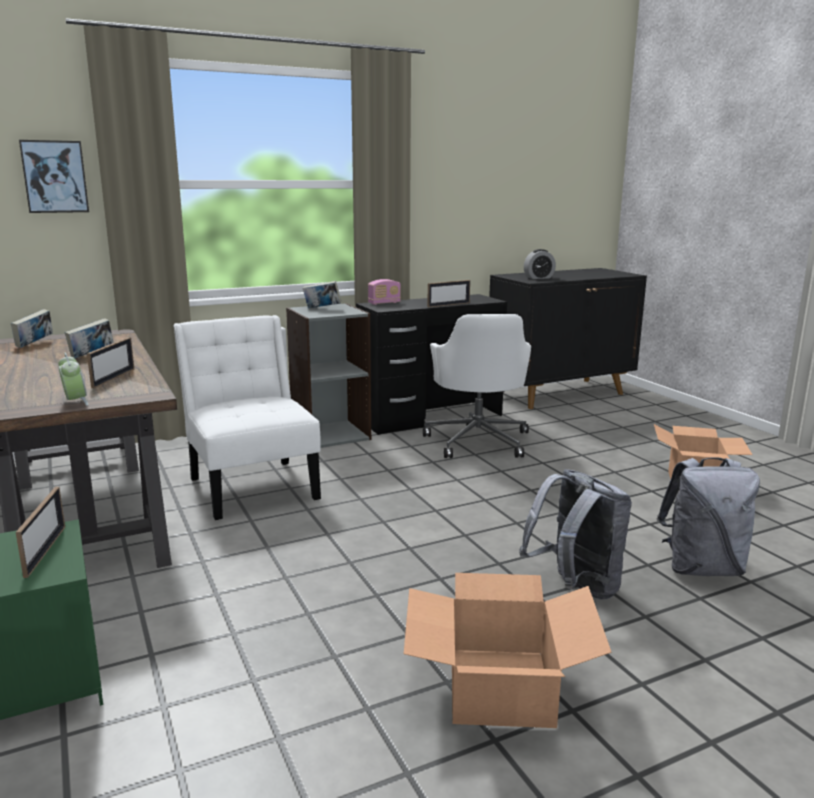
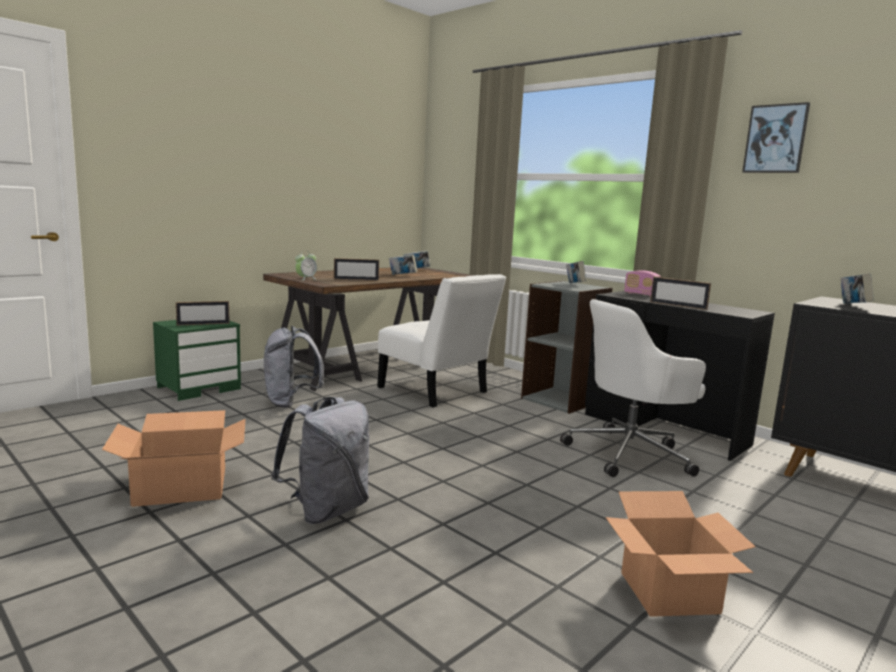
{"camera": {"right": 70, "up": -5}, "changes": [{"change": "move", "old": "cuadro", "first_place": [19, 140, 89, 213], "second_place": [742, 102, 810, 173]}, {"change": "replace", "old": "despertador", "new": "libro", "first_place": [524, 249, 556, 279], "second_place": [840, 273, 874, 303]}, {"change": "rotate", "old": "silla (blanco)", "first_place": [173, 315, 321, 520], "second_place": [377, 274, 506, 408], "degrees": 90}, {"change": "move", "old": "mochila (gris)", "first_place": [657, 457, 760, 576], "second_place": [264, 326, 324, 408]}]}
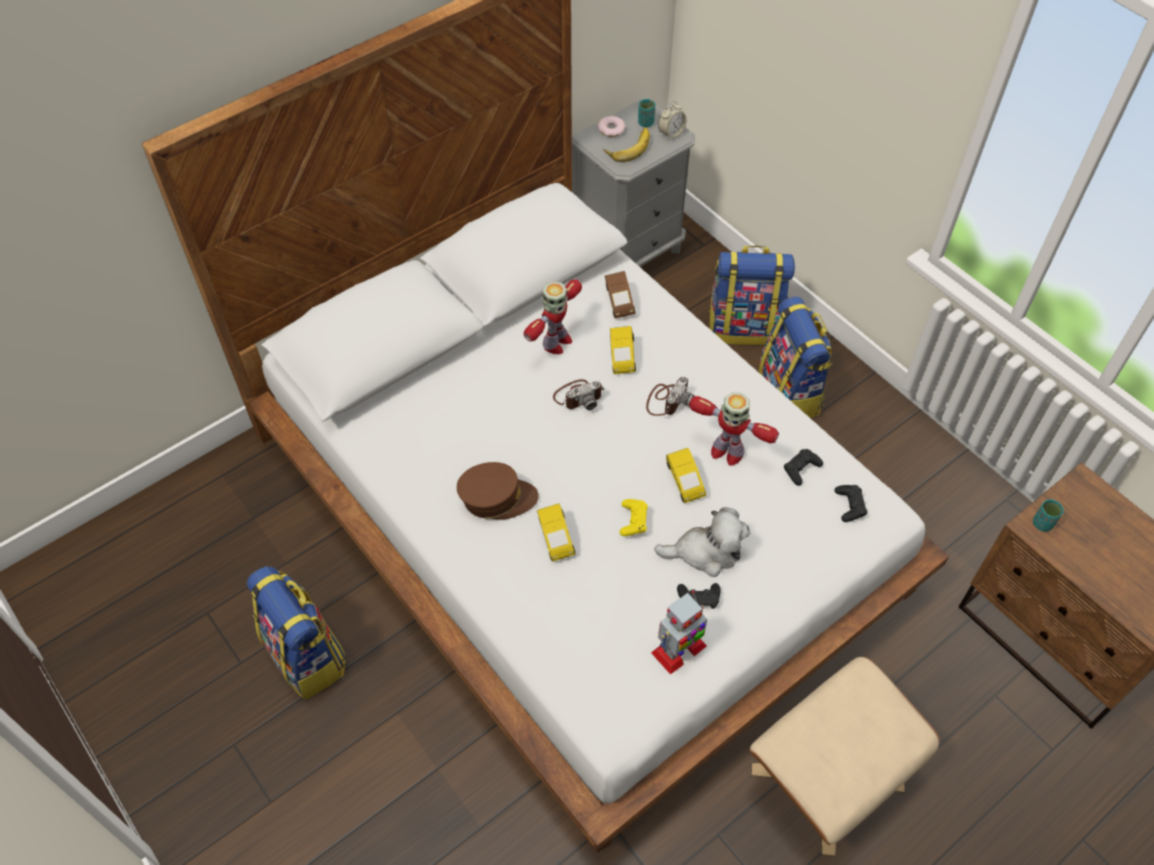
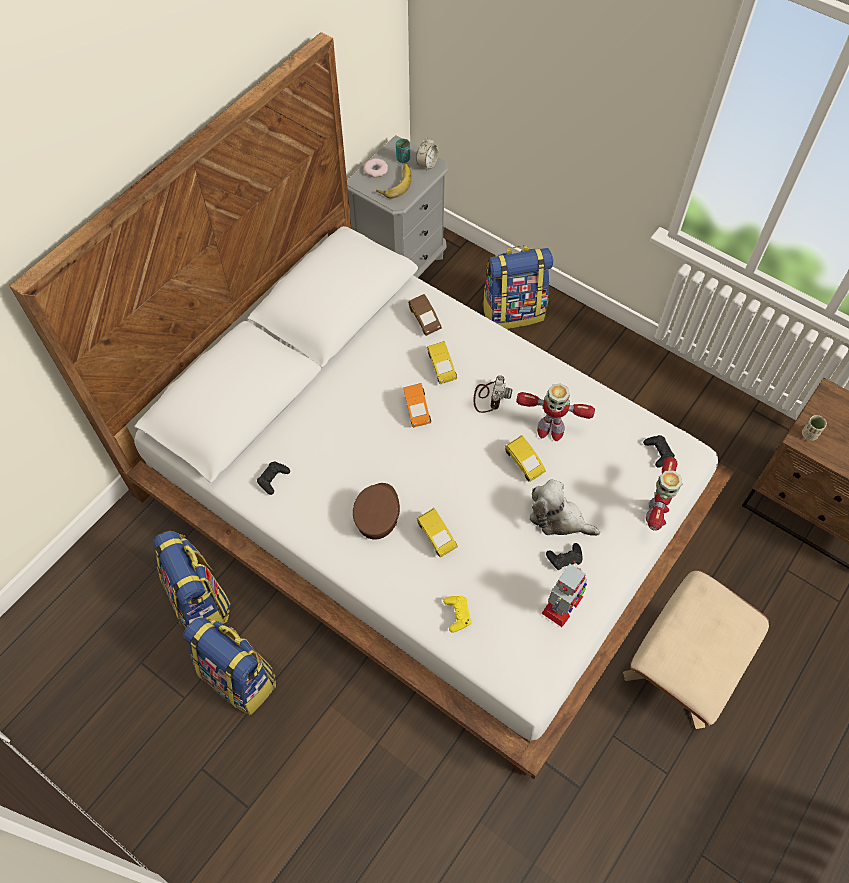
{"camera": {"right": -15, "up": 5}, "changes": [{"change": "move", "old": "robot de juguete", "first_place": [524, 280, 582, 354], "second_place": [646, 457, 682, 531]}, {"change": "move", "old": "mochila", "first_place": [759, 297, 833, 418], "second_place": [153, 531, 230, 628]}, {"change": "replace", "old": "cámara", "new": "coche de juguete (naranja)", "first_place": [553, 379, 604, 410], "second_place": [404, 383, 431, 428]}, {"change": "move", "old": "mando de consola (negro)", "first_place": [784, 449, 823, 486], "second_place": [257, 461, 290, 495]}, {"change": "rotate", "old": "gorra (marrón)", "first_place": [457, 462, 539, 520], "second_place": [353, 483, 400, 539], "degrees": -60}, {"change": "move", "old": "mando de consola (amarillo)", "first_place": [620, 499, 648, 536], "second_place": [443, 596, 472, 632]}, {"change": "recolor", "old": "taza (turquesa)", "new": "taza (beis)", "first_place": [1033, 499, 1064, 532], "second_place": [802, 415, 827, 441]}, {"change": "rotate", "old": "peluche", "first_place": [654, 507, 750, 577], "second_place": [530, 479, 600, 536], "degrees": -135}]}
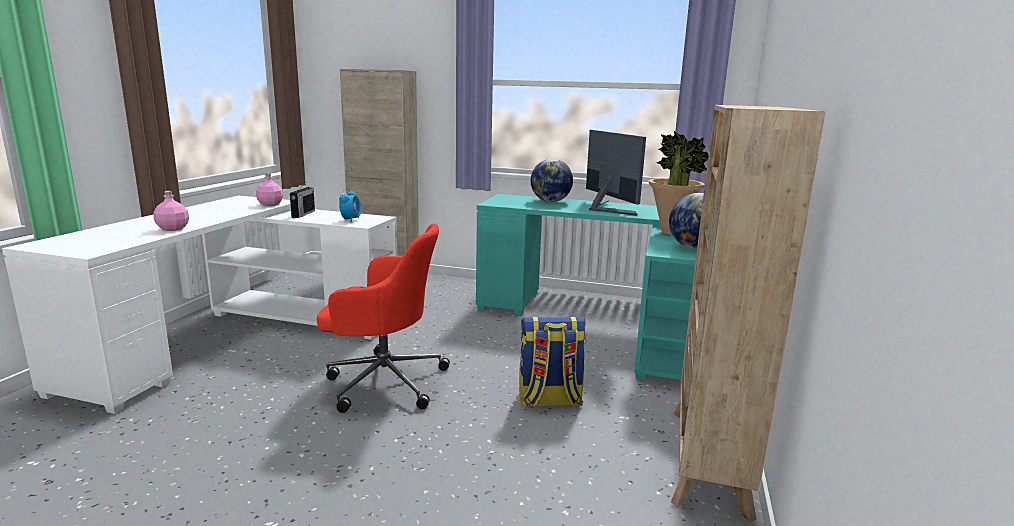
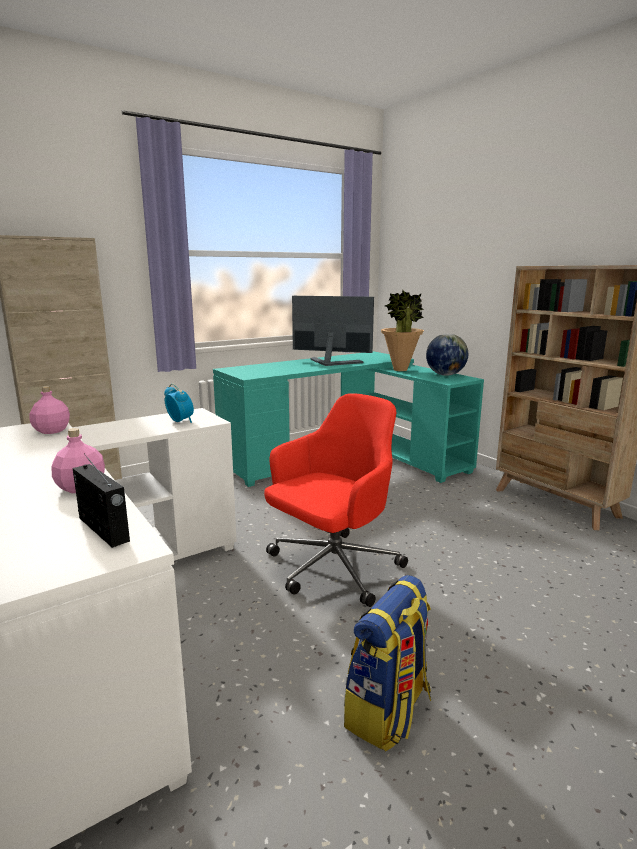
{"camera": {"right": -50, "up": 0}, "changes": [{"change": "delete", "old": "globo terráqueo", "first_place": [531, 159, 573, 202]}, {"change": "move", "old": "radio", "first_place": [290, 181, 315, 218], "second_place": [73, 454, 130, 548]}, {"change": "move", "old": "mochila", "first_place": [519, 317, 587, 407], "second_place": [344, 575, 431, 752]}]}
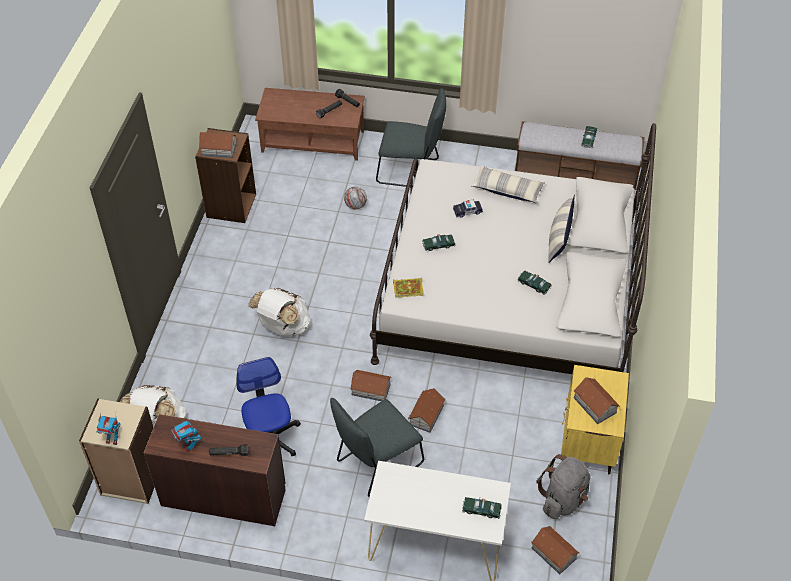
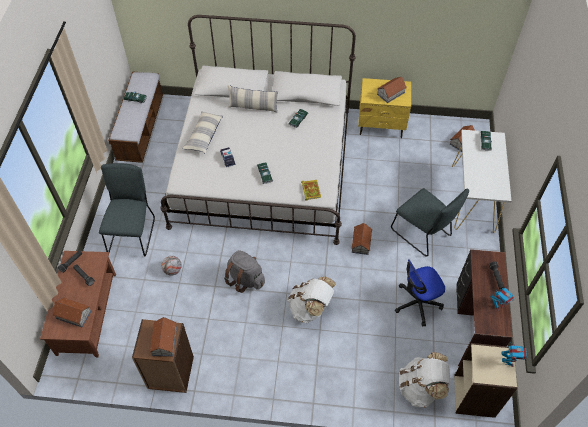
{"camera": {"right": -95, "up": 5}, "changes": [{"change": "move", "old": "casita", "first_place": [408, 388, 446, 433], "second_place": [52, 298, 91, 328]}, {"change": "move", "old": "mochila (gris)", "first_place": [536, 454, 591, 519], "second_place": [224, 250, 265, 293]}]}
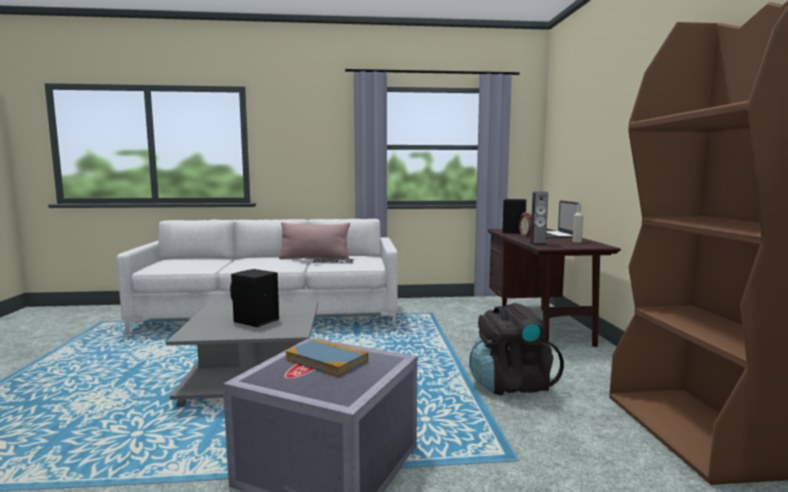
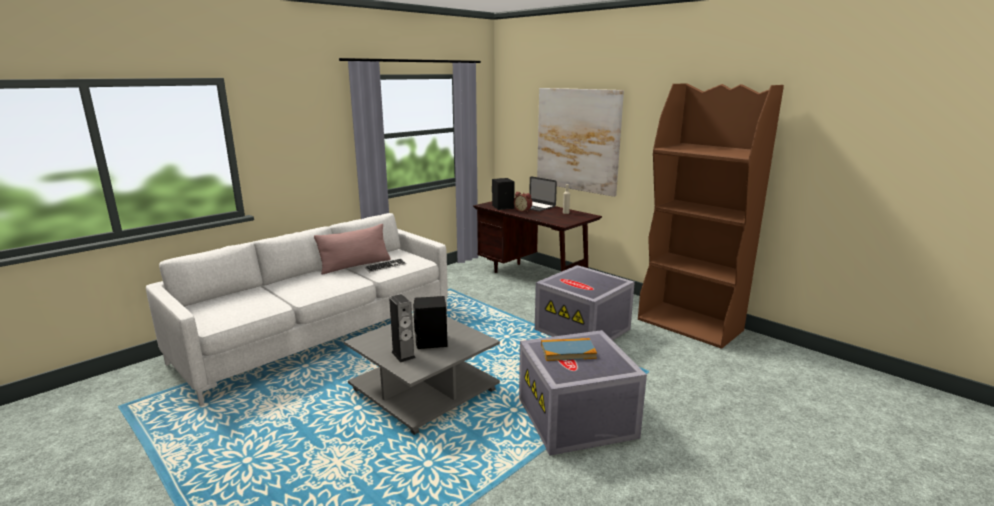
{"camera": {"right": -40, "up": 10}, "changes": [{"change": "move", "old": "altavoz", "first_place": [529, 191, 548, 246], "second_place": [389, 294, 416, 362]}, {"change": "replace", "old": "mochila (negro)", "new": "caja de almacenaje (gris)", "first_place": [469, 303, 564, 395], "second_place": [535, 265, 635, 340]}, {"change": "insert", "new": "cuadro", "second_place": [537, 88, 624, 197]}]}
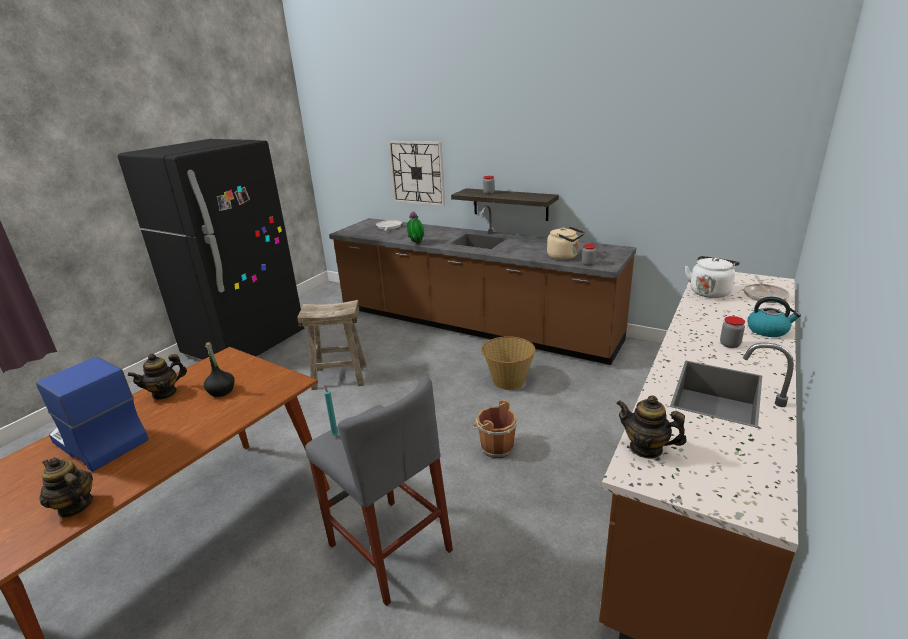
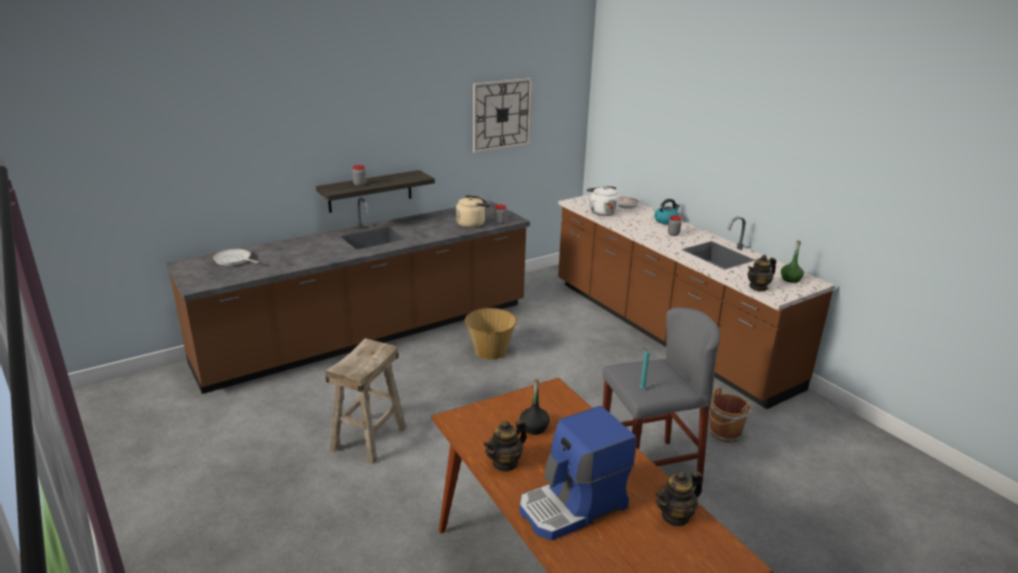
{"camera": {"right": -65, "up": 0}, "changes": [{"change": "delete", "old": "nevera (negro)", "first_place": [118, 139, 304, 361]}, {"change": "move", "old": "reloj de pared", "first_place": [388, 141, 445, 206], "second_place": [473, 78, 532, 153]}, {"change": "delete", "old": "planta en maceta", "first_place": [407, 211, 424, 243]}, {"change": "rotate", "old": "tetera", "first_place": [128, 354, 187, 400], "second_place": [483, 420, 527, 472], "degrees": 60}, {"change": "move", "old": "cubo (marrón)", "first_place": [472, 400, 517, 458], "second_place": [709, 387, 750, 442]}, {"change": "insert", "new": "botella (verde)", "second_place": [781, 240, 804, 283]}]}
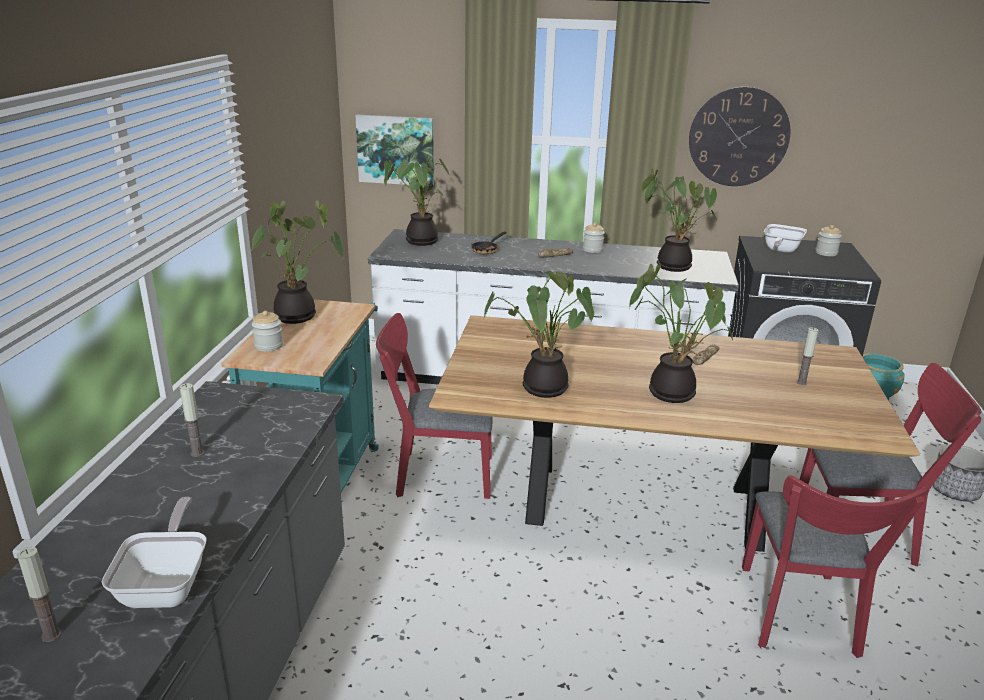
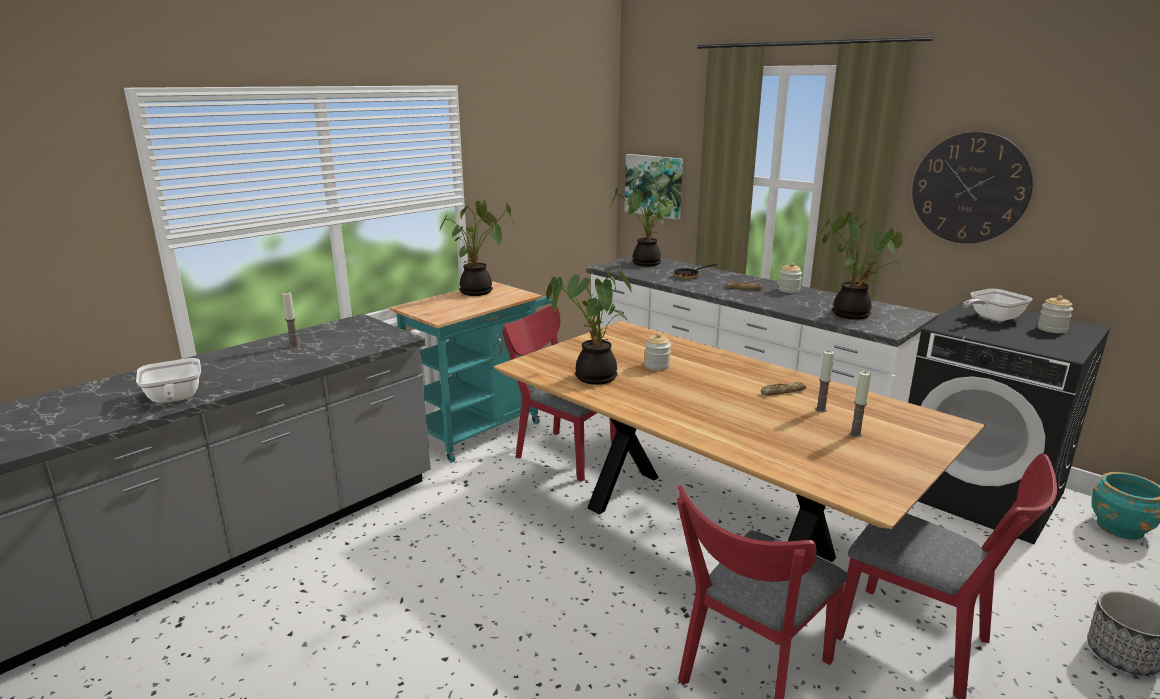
{"camera": {"right": 35, "up": -5}, "changes": [{"change": "delete", "old": "planta en maceta", "first_place": [630, 264, 733, 403]}, {"change": "move", "old": "tarro", "first_place": [252, 311, 283, 352], "second_place": [644, 333, 671, 370]}, {"change": "rotate", "old": "sartén", "first_place": [102, 497, 207, 608], "second_place": [136, 358, 201, 403], "degrees": 120}, {"change": "move", "old": "vela", "first_place": [17, 547, 62, 642], "second_place": [815, 350, 834, 412]}]}
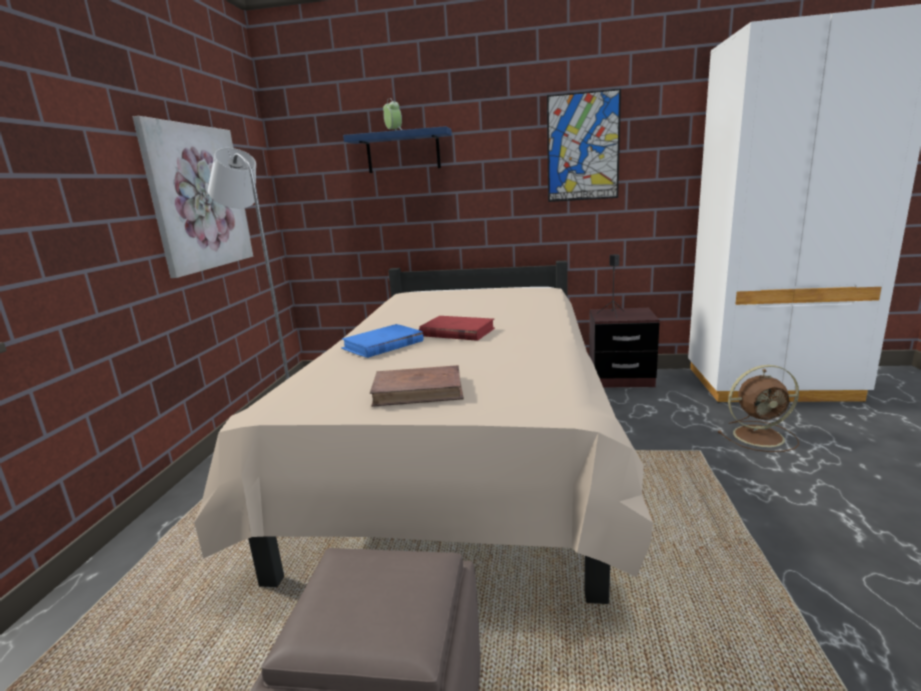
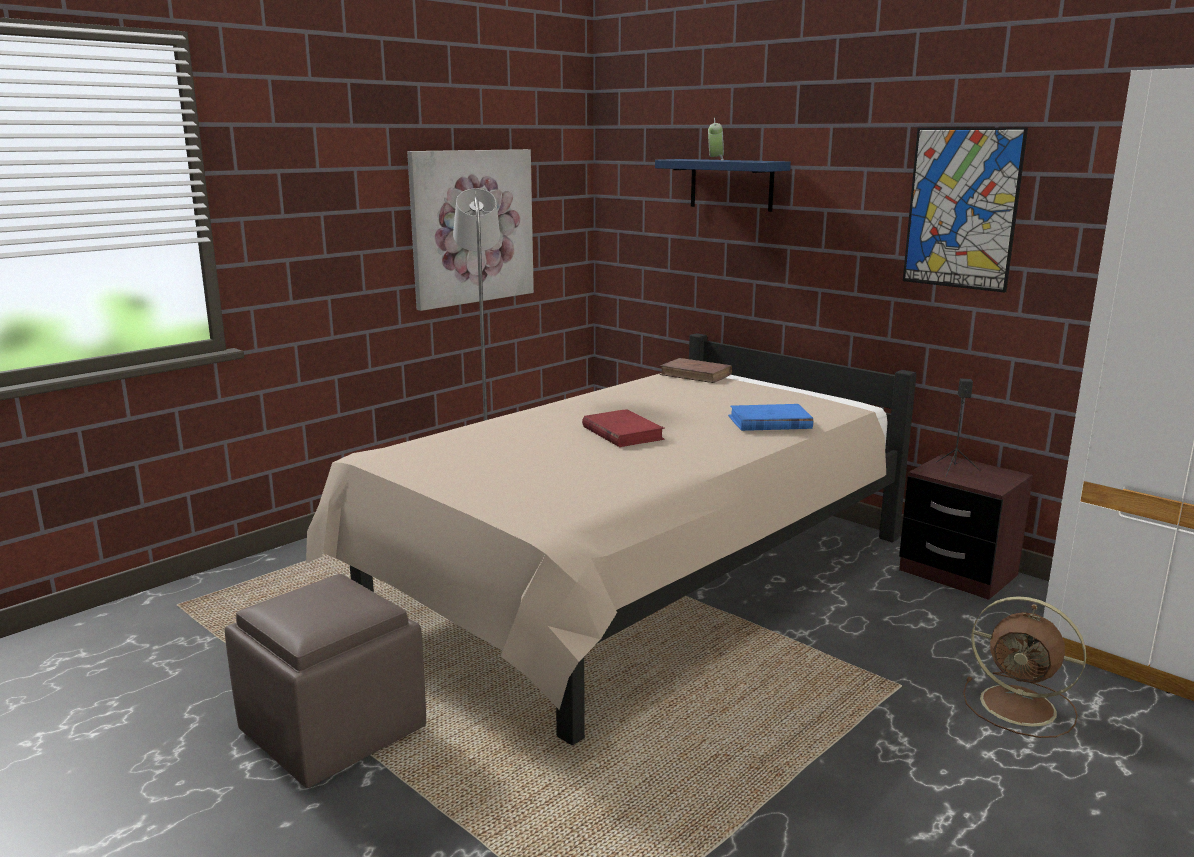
{"camera": {"right": 35, "up": 0}, "changes": [{"change": "move", "old": "libro (azul)", "first_place": [341, 324, 423, 358], "second_place": [728, 404, 813, 431]}, {"change": "move", "old": "libro (marrón)", "first_place": [370, 365, 464, 407], "second_place": [660, 358, 732, 383]}]}
